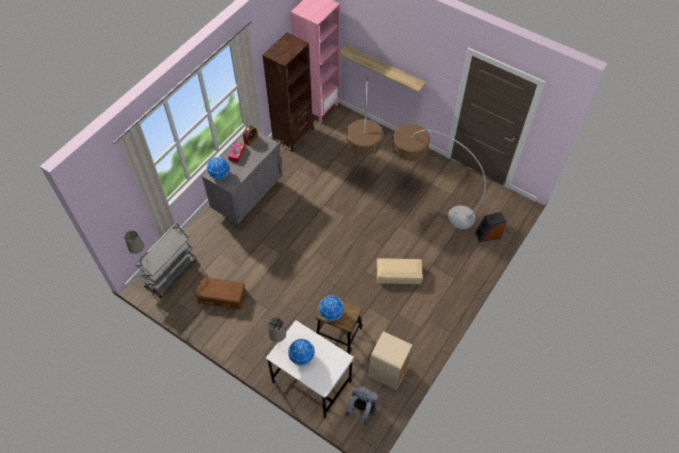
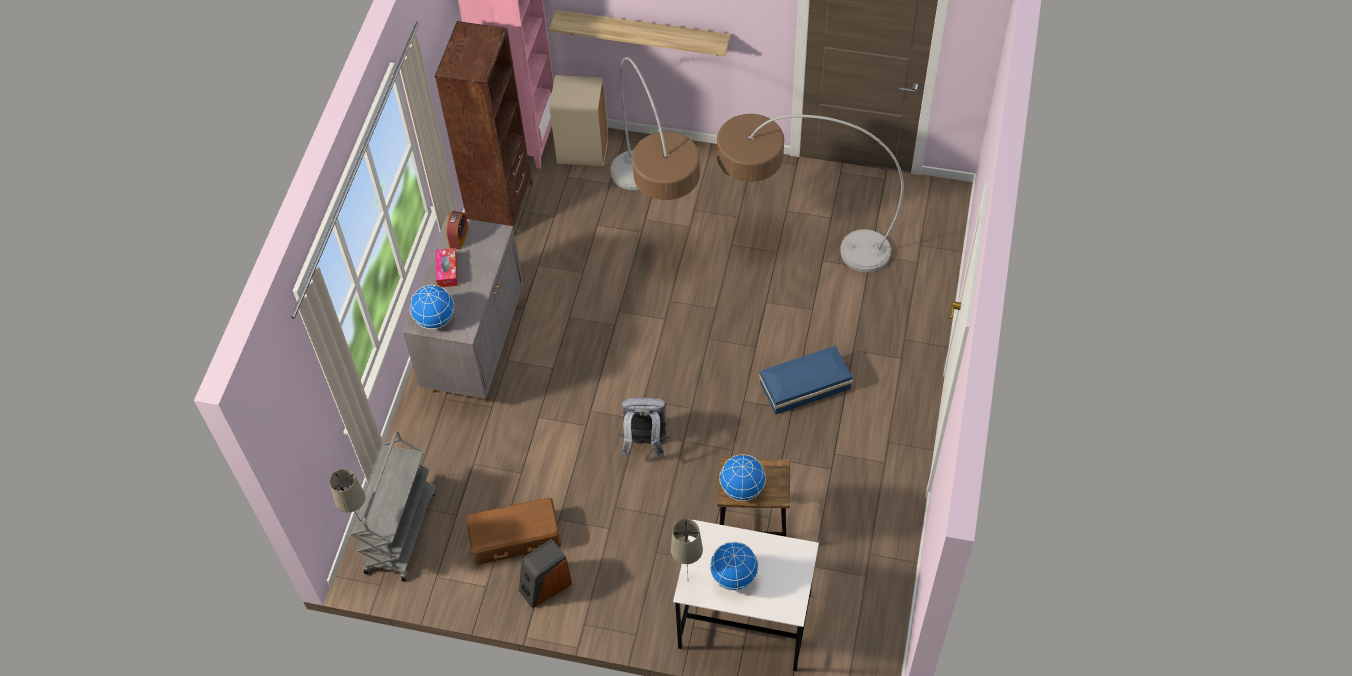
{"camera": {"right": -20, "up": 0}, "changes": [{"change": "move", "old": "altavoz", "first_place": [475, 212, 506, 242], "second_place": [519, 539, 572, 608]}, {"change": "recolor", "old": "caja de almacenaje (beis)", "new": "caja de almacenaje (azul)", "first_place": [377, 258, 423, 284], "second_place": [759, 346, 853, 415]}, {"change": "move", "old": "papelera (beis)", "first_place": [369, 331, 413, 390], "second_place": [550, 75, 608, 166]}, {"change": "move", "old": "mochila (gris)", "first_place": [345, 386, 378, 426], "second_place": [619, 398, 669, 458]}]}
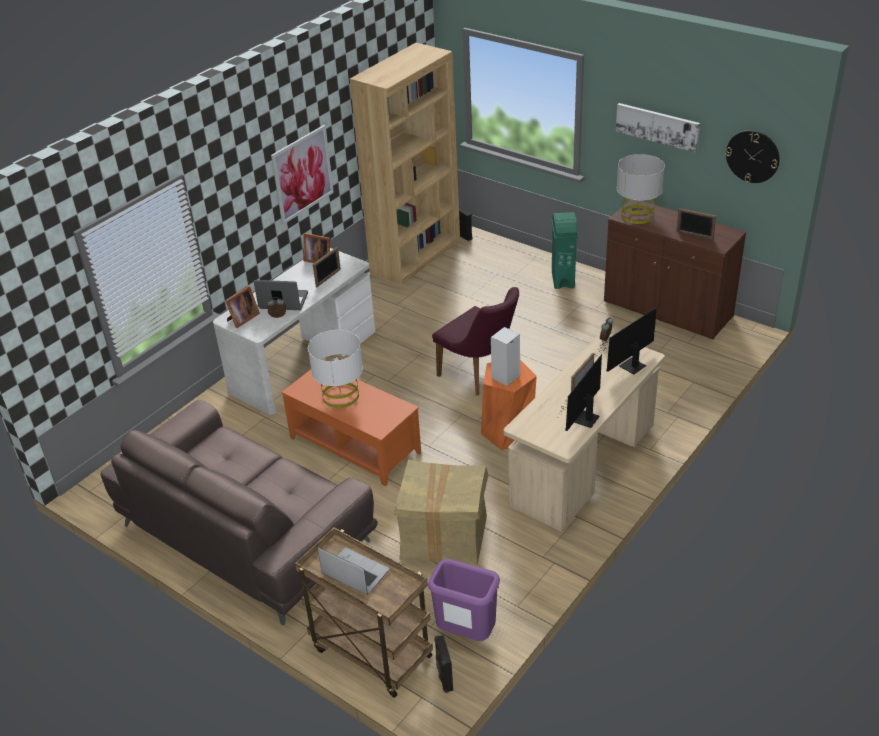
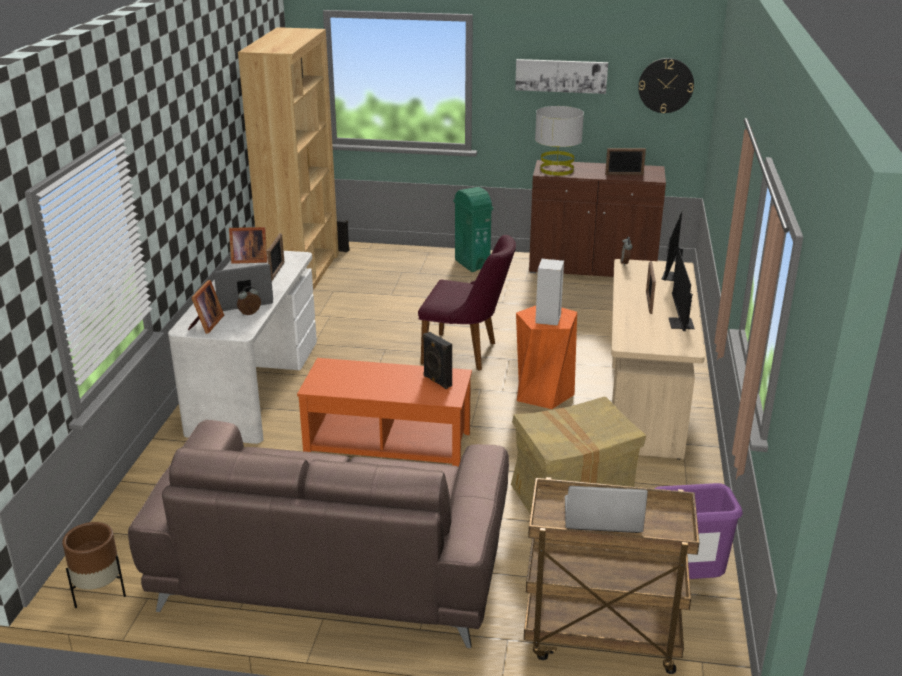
{"camera": {"right": -30, "up": -10}, "changes": [{"change": "delete", "old": "cuadro", "first_place": [271, 125, 334, 225]}, {"change": "delete", "old": "lámpara de mesa (blanco)", "first_place": [308, 330, 363, 408]}, {"change": "move", "old": "altavoz (negro)", "first_place": [434, 635, 453, 693], "second_place": [423, 332, 452, 389]}, {"change": "insert", "new": "maceta (marrón)", "second_place": [62, 522, 126, 608]}]}
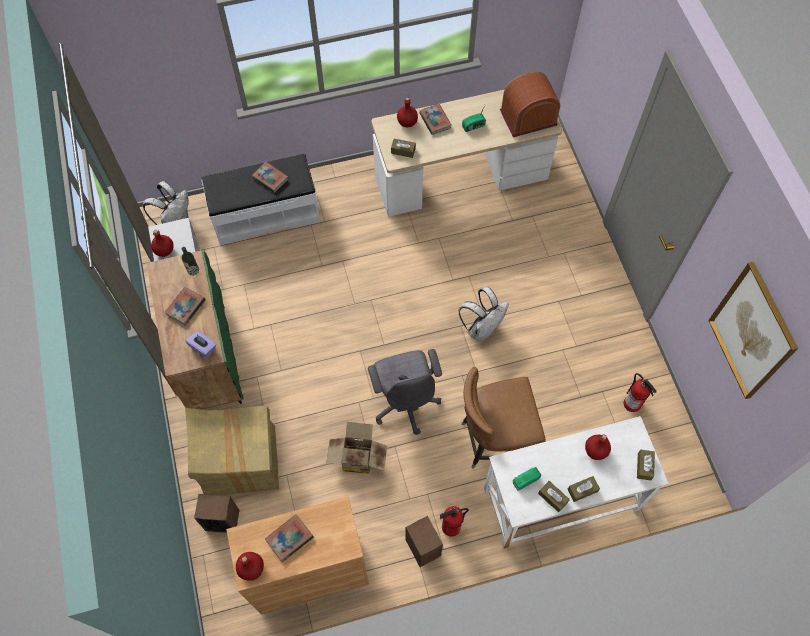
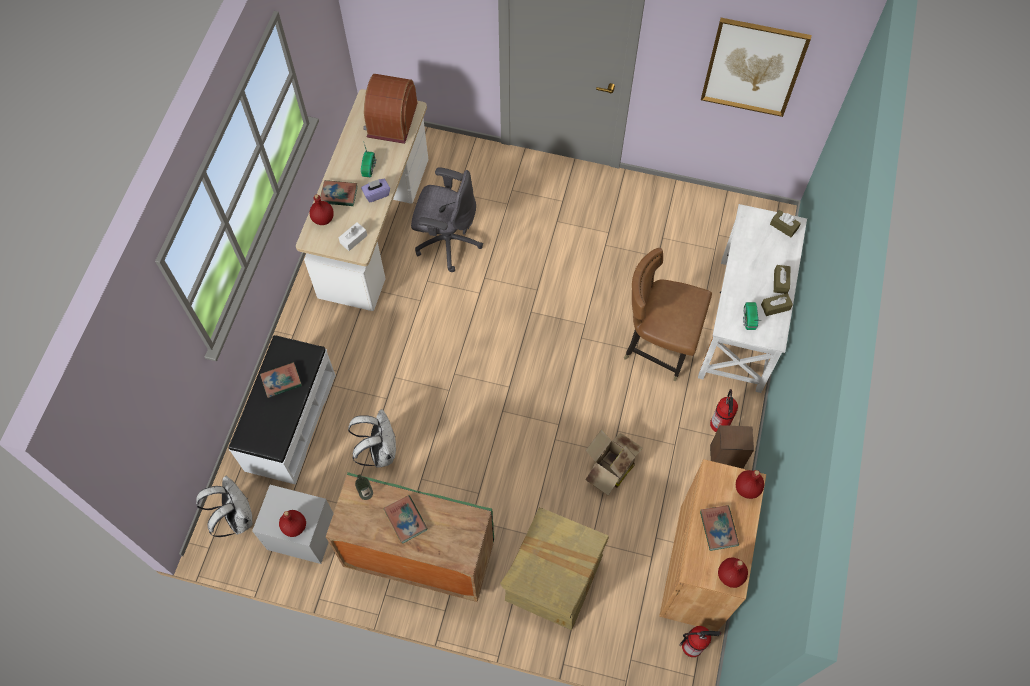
{"camera": {"right": -60, "up": 0}, "changes": [{"change": "recolor", "old": "caja de pañuelos (marrón)", "new": "caja de pañuelos (blanco)", "first_place": [391, 139, 416, 158], "second_place": [338, 222, 367, 251]}, {"change": "move", "old": "mochila (blanco)", "first_place": [459, 287, 509, 342], "second_place": [348, 409, 396, 467]}, {"change": "move", "old": "caja de pañuelos (morado)", "first_place": [185, 331, 216, 358], "second_place": [361, 179, 390, 202]}, {"change": "move", "old": "silla de oficina (gris)", "first_place": [368, 349, 442, 435], "second_place": [411, 167, 483, 272]}, {"change": "rotate", "old": "silla (marrón)", "first_place": [461, 367, 546, 469], "second_place": [624, 248, 712, 381], "degrees": 90}, {"change": "move", "old": "extintor", "first_place": [624, 373, 657, 412], "second_place": [679, 626, 721, 657]}, {"change": "move", "old": "botella (rojo)", "first_place": [585, 435, 611, 460], "second_place": [736, 470, 764, 499]}, {"change": "delete", "old": "altavoz", "first_place": [194, 494, 239, 533]}]}
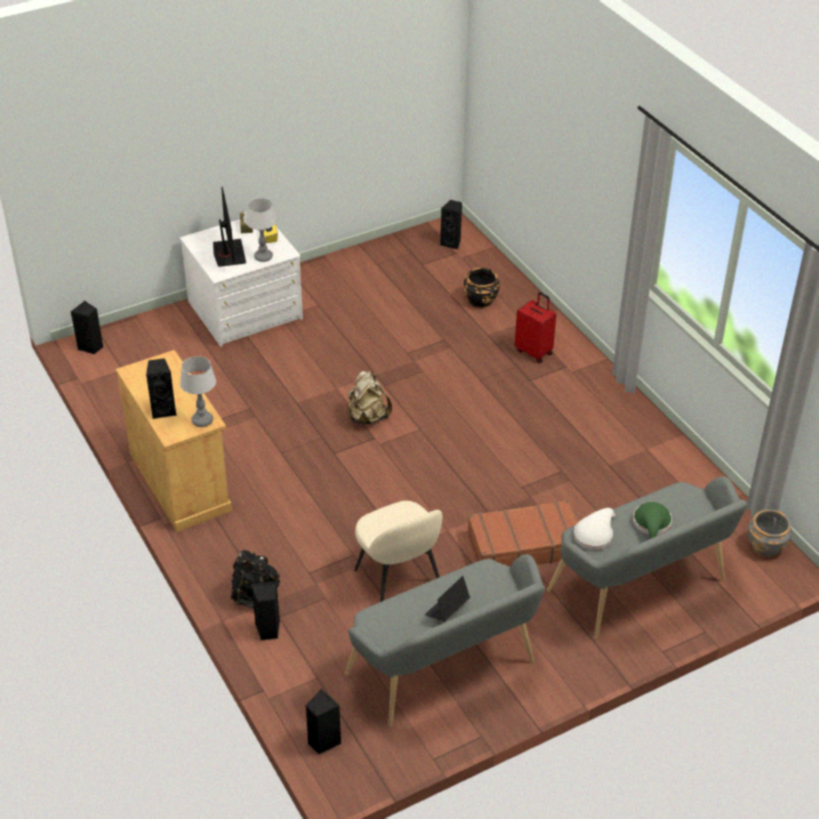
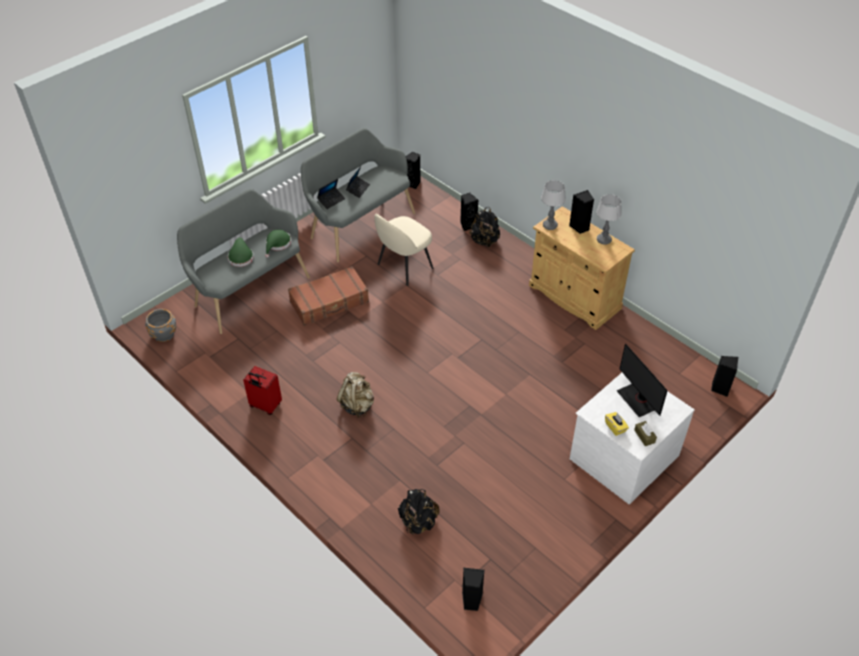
{"camera": {"right": 165, "up": 5}, "changes": [{"change": "move", "old": "lámpara de mesa", "first_place": [245, 198, 276, 262], "second_place": [596, 194, 622, 245]}, {"change": "replace", "old": "maceta (negro)", "new": "mochila (negro)", "first_place": [464, 268, 499, 308], "second_place": [398, 489, 440, 535]}, {"change": "move", "old": "maleta (rojo)", "first_place": [515, 292, 556, 363], "second_place": [243, 366, 282, 415]}, {"change": "move", "old": "mochila (beis)", "first_place": [348, 371, 392, 424], "second_place": [337, 372, 374, 418]}, {"change": "rotate", "old": "silla (beis)", "first_place": [354, 501, 442, 602], "second_place": [374, 214, 433, 286], "degrees": -90}, {"change": "recolor", "old": "sombrero (blanco)", "new": "sombrero (verde)", "first_place": [574, 508, 616, 550], "second_place": [265, 230, 291, 258]}, {"change": "insert", "new": "portátil", "second_place": [317, 179, 345, 209]}]}
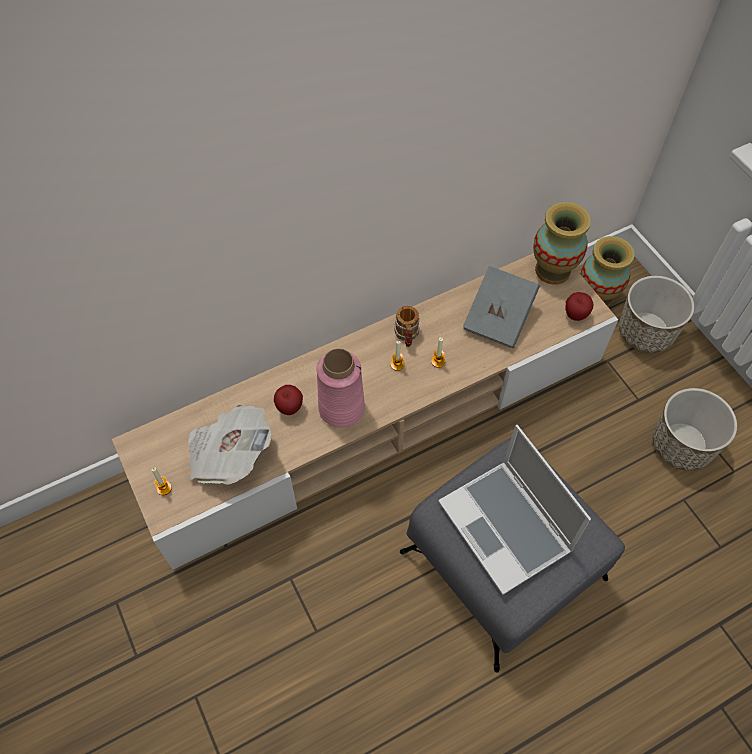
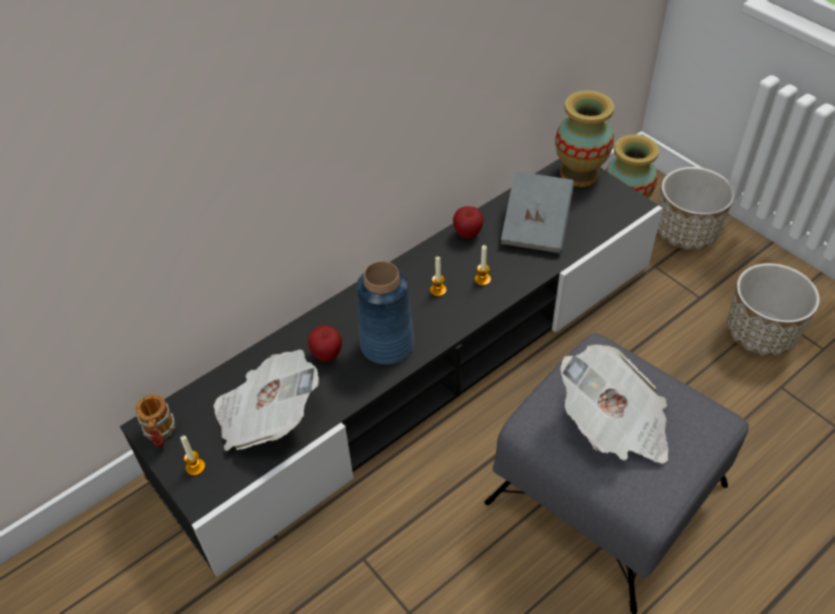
{"camera": {"right": -10, "up": -10}, "changes": [{"change": "recolor", "old": "mueble de televisión (beis)", "new": "mueble de televisión (negro)", "first_place": [112, 253, 618, 570], "second_place": [120, 159, 663, 577]}, {"change": "move", "old": "manzana", "first_place": [566, 292, 593, 321], "second_place": [453, 206, 484, 239]}, {"change": "move", "old": "taza grande", "first_place": [394, 306, 419, 347], "second_place": [135, 394, 176, 448]}, {"change": "recolor", "old": "florero (rosa)", "new": "florero (azul)", "first_place": [317, 348, 365, 428], "second_place": [356, 261, 414, 365]}, {"change": "replace", "old": "portátil", "new": "periódico", "first_place": [438, 425, 591, 595], "second_place": [560, 345, 668, 463]}]}
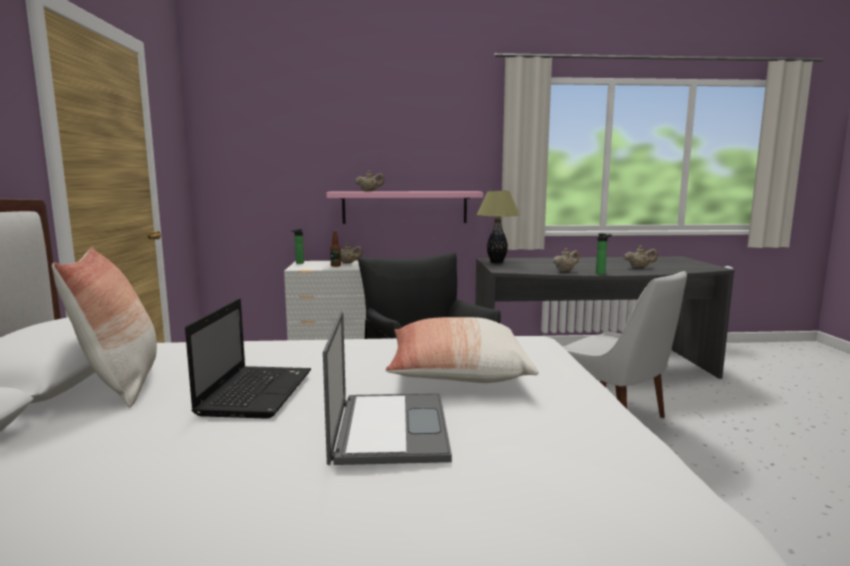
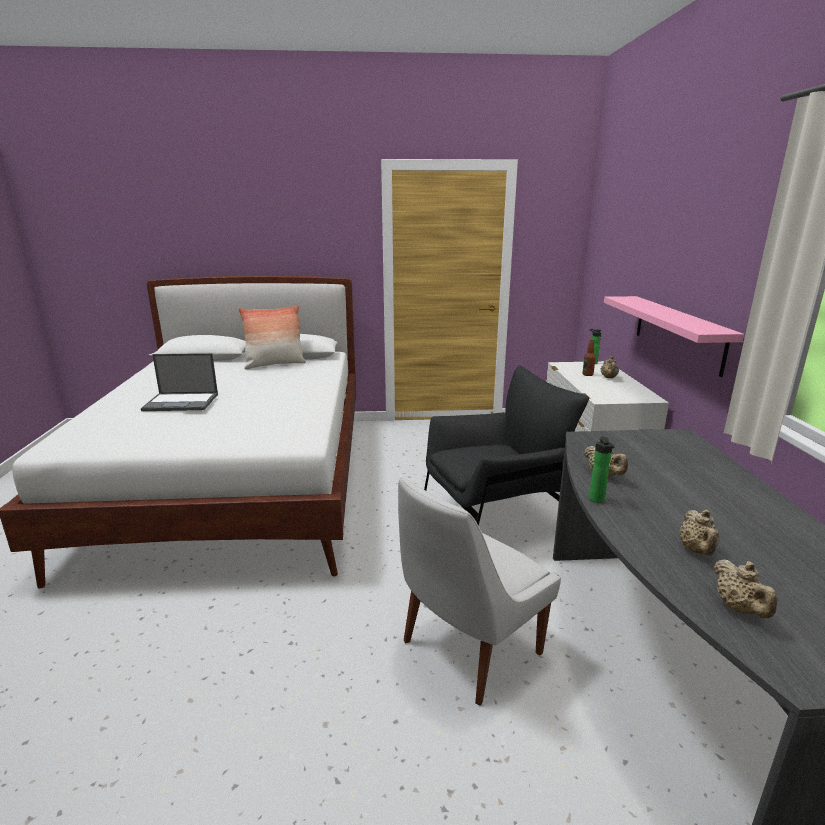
{"camera": {"right": 90, "up": 10}, "changes": [{"change": "move", "old": "tetera (beis)", "first_place": [355, 170, 384, 192], "second_place": [714, 559, 778, 618]}, {"change": "delete", "old": "lámpara de mesa", "first_place": [476, 191, 520, 263]}, {"change": "delete", "old": "portátil", "first_place": [185, 299, 311, 419]}, {"change": "delete", "old": "cojín", "first_place": [386, 317, 538, 383]}]}
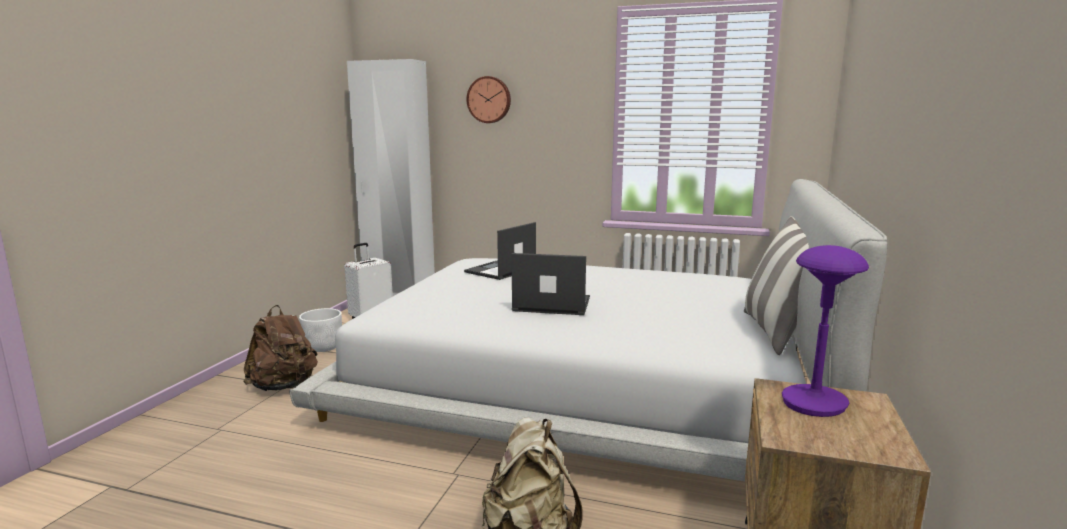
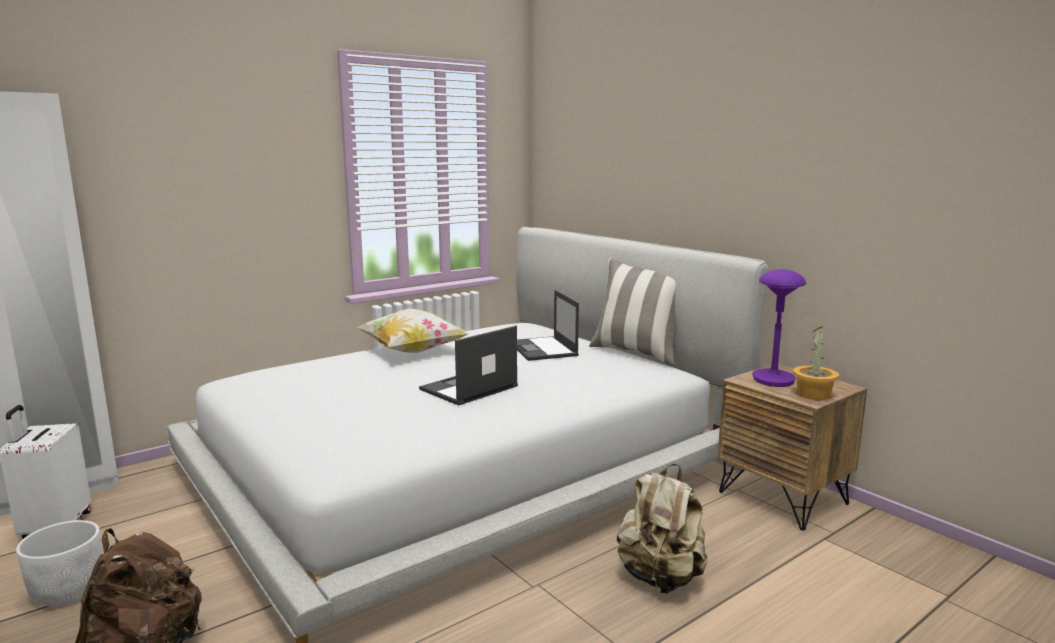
{"camera": {"right": -55, "up": 0}, "changes": [{"change": "delete", "old": "reloj de pared", "first_place": [466, 76, 511, 123]}, {"change": "move", "old": "portátil", "first_place": [464, 222, 536, 280], "second_place": [517, 290, 579, 361]}, {"change": "insert", "new": "cojín", "second_place": [357, 309, 470, 353]}, {"change": "insert", "new": "planta en maceta", "second_place": [793, 326, 839, 400]}]}
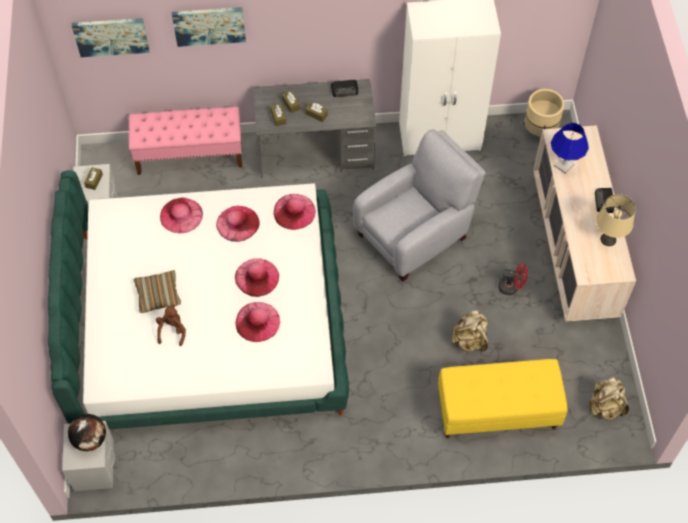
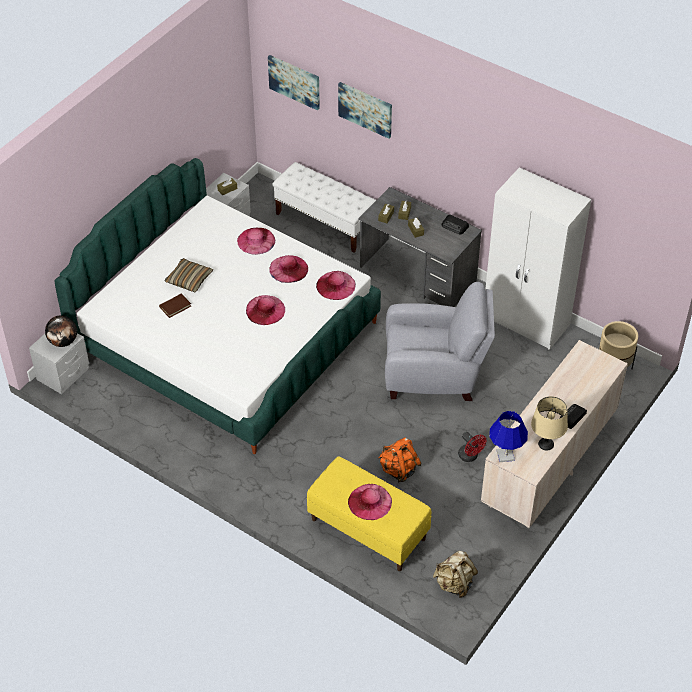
{"camera": {"right": 40, "up": -10}, "changes": [{"change": "recolor", "old": "banco (rosa)", "new": "banco (blanco)", "first_place": [129, 107, 242, 175], "second_place": [272, 162, 376, 253]}, {"change": "move", "old": "lámpara de mesa (azul)", "first_place": [551, 123, 589, 174], "second_place": [489, 411, 528, 462]}, {"change": "move", "old": "sombrero (rosa)", "first_place": [236, 302, 280, 342], "second_place": [348, 484, 392, 520]}, {"change": "replace", "old": "peluche (marrón)", "new": "libro (marrón)", "first_place": [156, 304, 186, 346], "second_place": [159, 293, 191, 318]}, {"change": "recolor", "old": "mochila (beis)", "new": "mochila (naranja)", "first_place": [452, 310, 488, 352], "second_place": [379, 437, 422, 482]}]}
